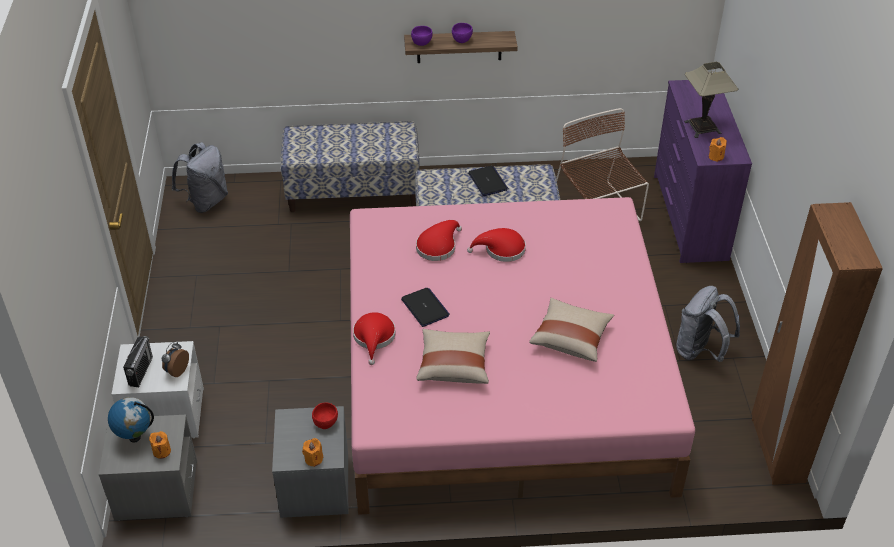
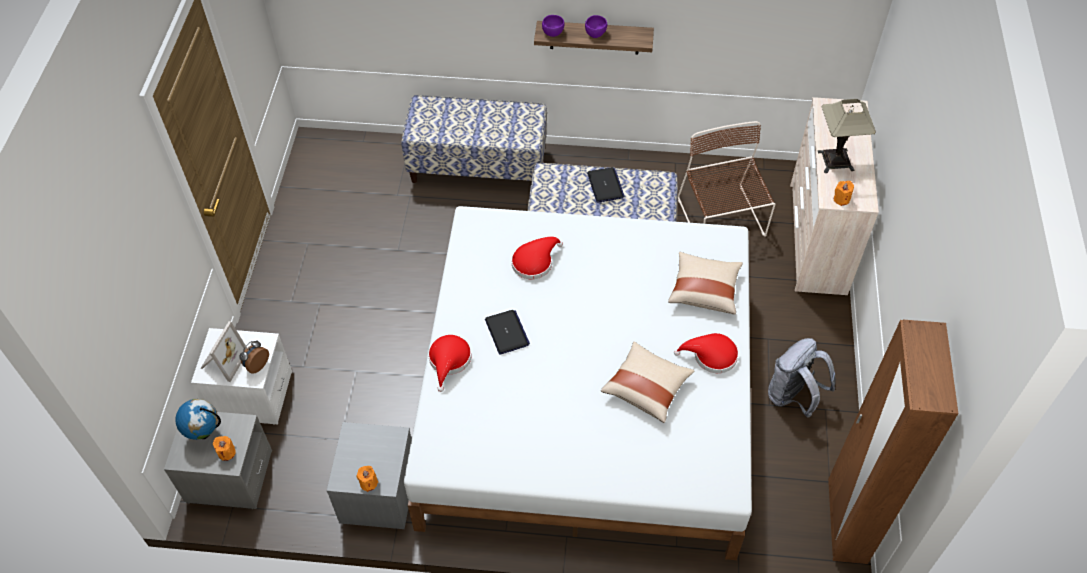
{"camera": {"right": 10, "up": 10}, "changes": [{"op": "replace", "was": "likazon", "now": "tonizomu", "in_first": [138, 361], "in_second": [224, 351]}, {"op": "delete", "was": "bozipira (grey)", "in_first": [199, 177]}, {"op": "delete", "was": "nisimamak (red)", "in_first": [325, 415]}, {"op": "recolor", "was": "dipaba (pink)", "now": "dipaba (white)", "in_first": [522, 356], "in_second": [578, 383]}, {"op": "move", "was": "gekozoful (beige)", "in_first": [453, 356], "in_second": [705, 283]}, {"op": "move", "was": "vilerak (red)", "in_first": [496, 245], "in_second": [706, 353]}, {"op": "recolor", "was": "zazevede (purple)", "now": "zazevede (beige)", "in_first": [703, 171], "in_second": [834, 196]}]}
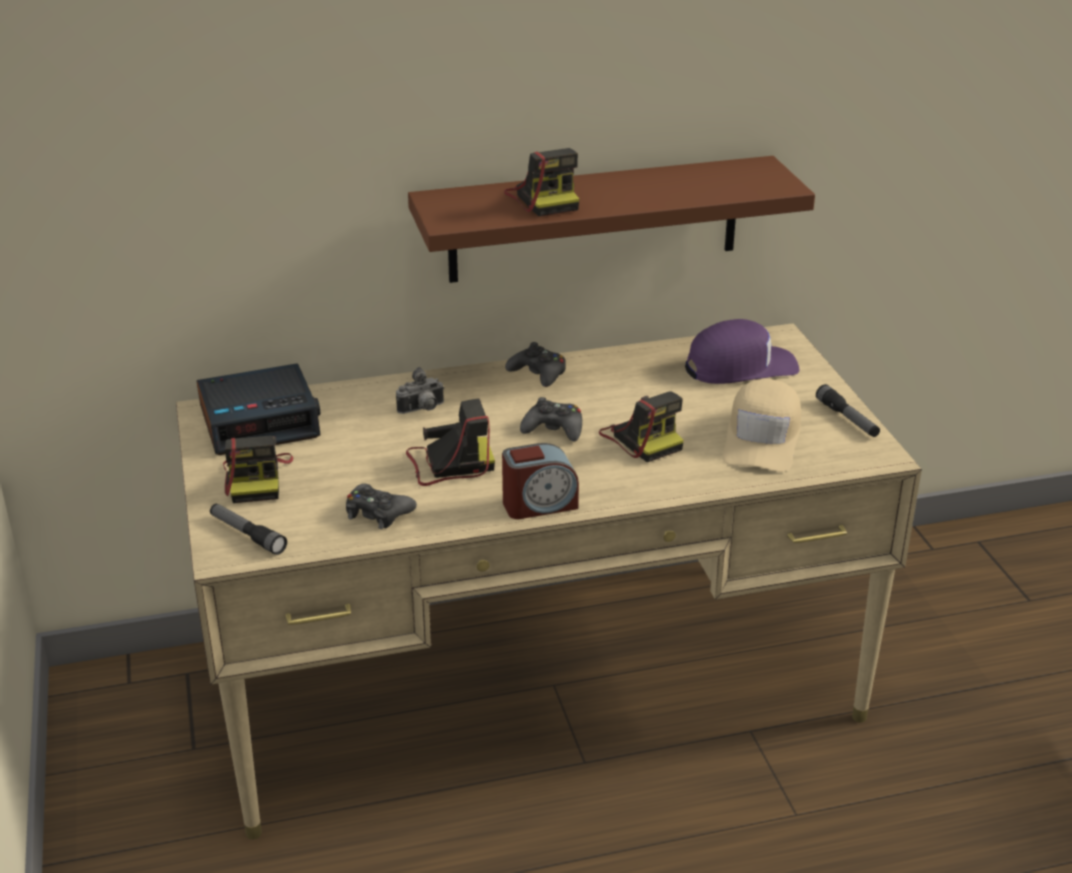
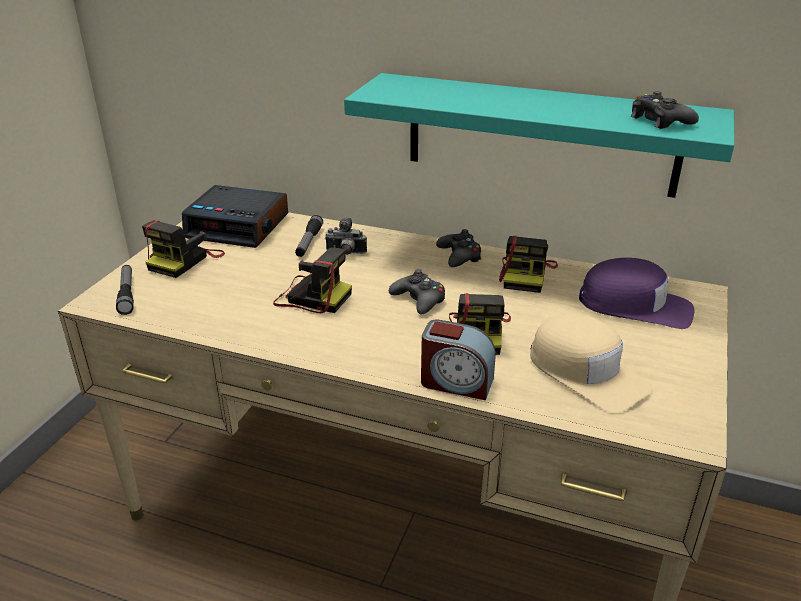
{"camera": {"right": 35, "up": 0}, "changes": [{"op": "move", "was": "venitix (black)", "in_first": [381, 506], "in_second": [665, 110]}, {"op": "recolor", "was": "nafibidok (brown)", "now": "nafibidok (turquoise)", "in_first": [611, 219], "in_second": [539, 135]}, {"op": "move", "was": "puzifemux", "in_first": [540, 481], "in_second": [458, 359]}, {"op": "move", "was": "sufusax", "in_first": [541, 182], "in_second": [528, 264]}, {"op": "rotate", "was": "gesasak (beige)", "in_first": [762, 425], "in_second": [591, 363], "clockwise": -90}, {"op": "move", "was": "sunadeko", "in_first": [848, 410], "in_second": [309, 236]}]}
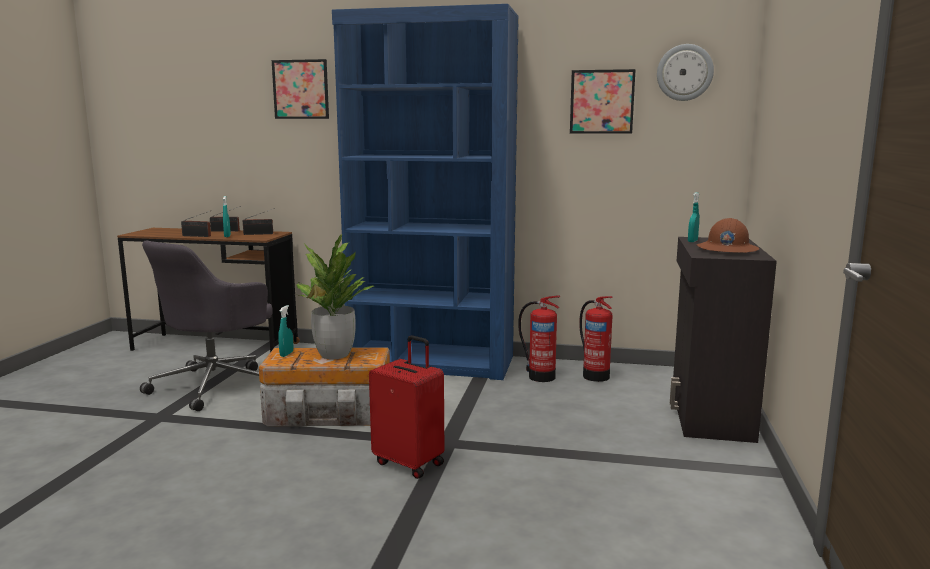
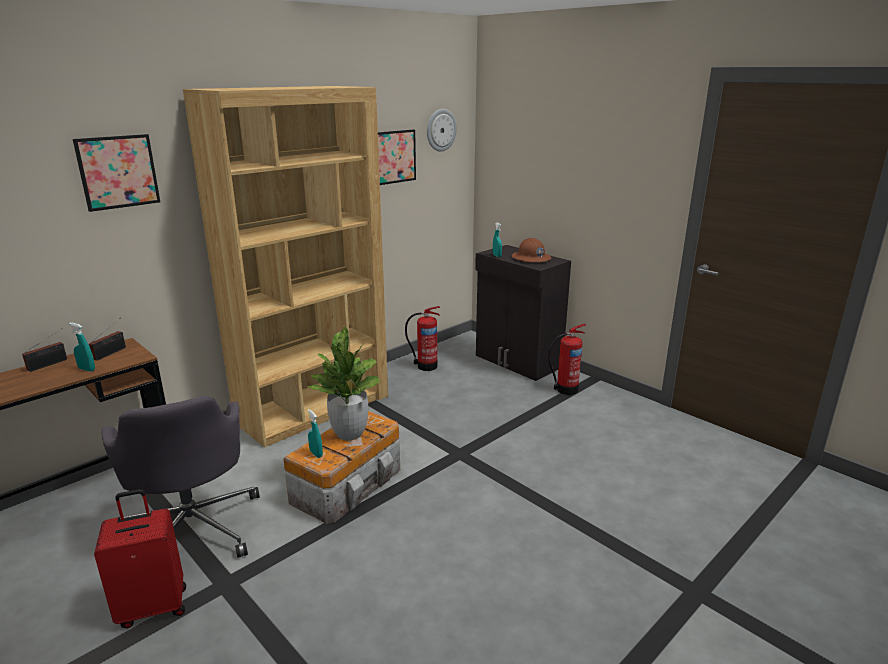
{"camera": {"right": -55, "up": 10}, "changes": [{"op": "delete", "was": "likazon", "in_first": [196, 224]}, {"op": "recolor", "was": "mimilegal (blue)", "now": "mimilegal (brown)", "in_first": [425, 192], "in_second": [285, 267]}, {"op": "move", "was": "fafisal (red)", "in_first": [406, 407], "in_second": [140, 558]}, {"op": "move", "was": "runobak", "in_first": [539, 338], "in_second": [567, 359]}]}
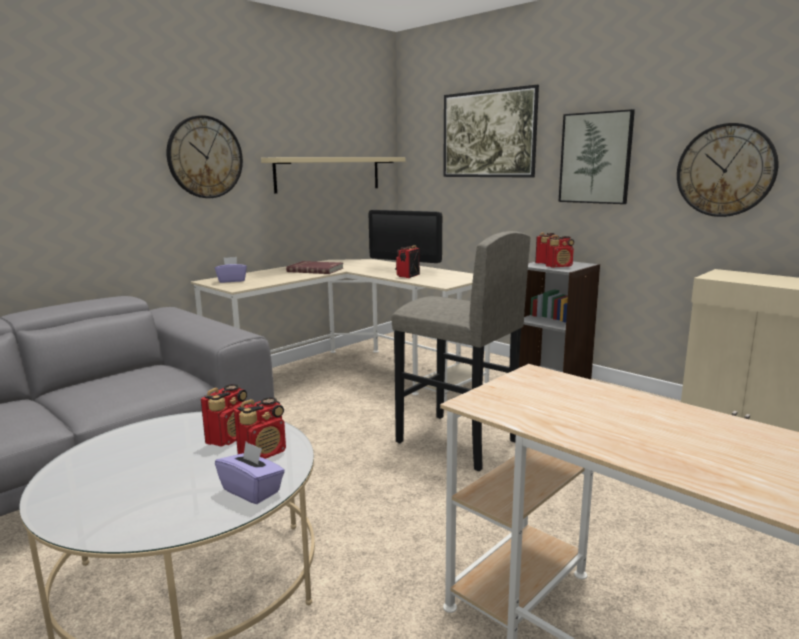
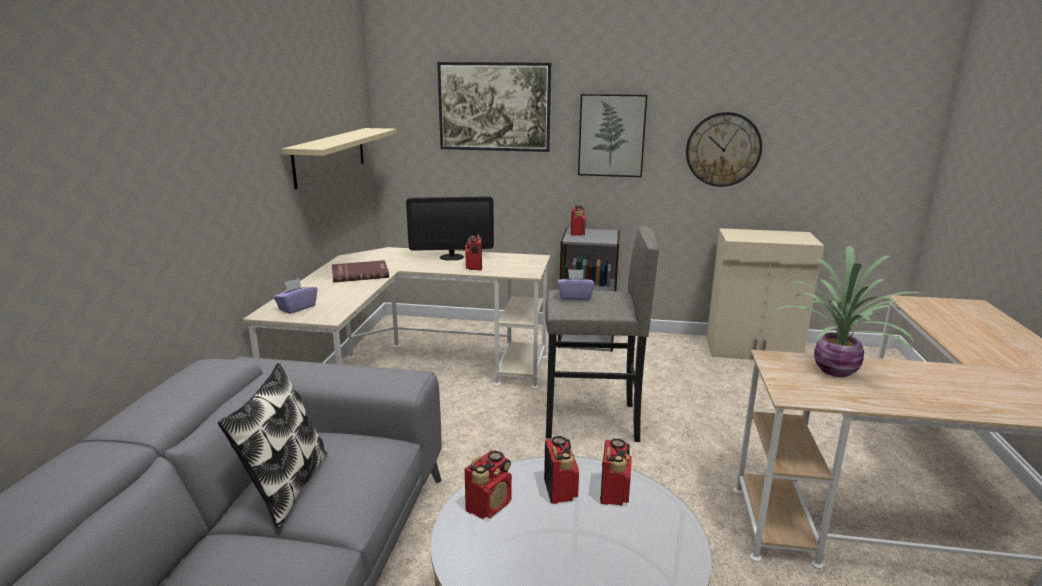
{"camera": {"right": -35, "up": 5}, "changes": [{"op": "delete", "was": "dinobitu", "in_first": [205, 156]}, {"op": "move", "was": "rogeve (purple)", "in_first": [250, 473], "in_second": [576, 284]}, {"op": "move", "was": "likazon", "in_first": [560, 251], "in_second": [488, 484]}, {"op": "insert", "now": "gekozoful", "in_second": [273, 445]}, {"op": "insert", "now": "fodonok", "in_second": [845, 311]}]}
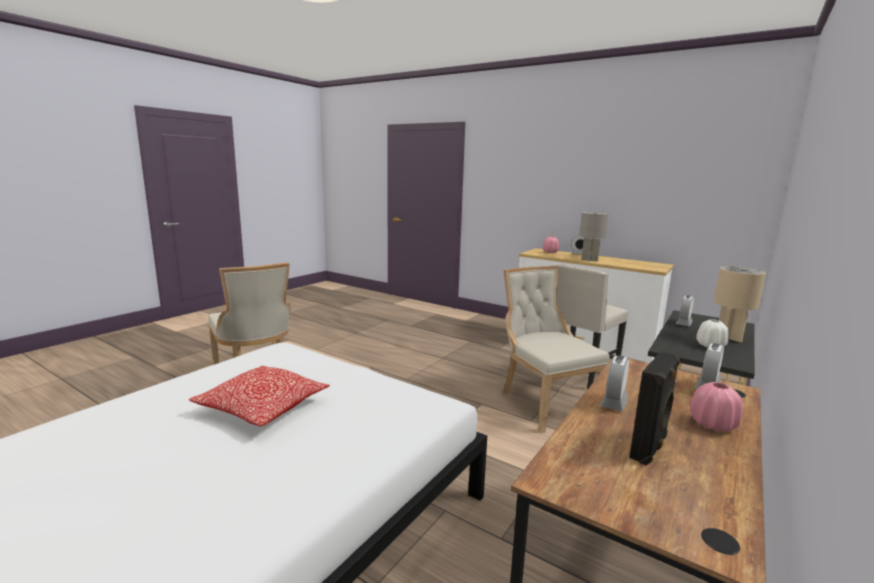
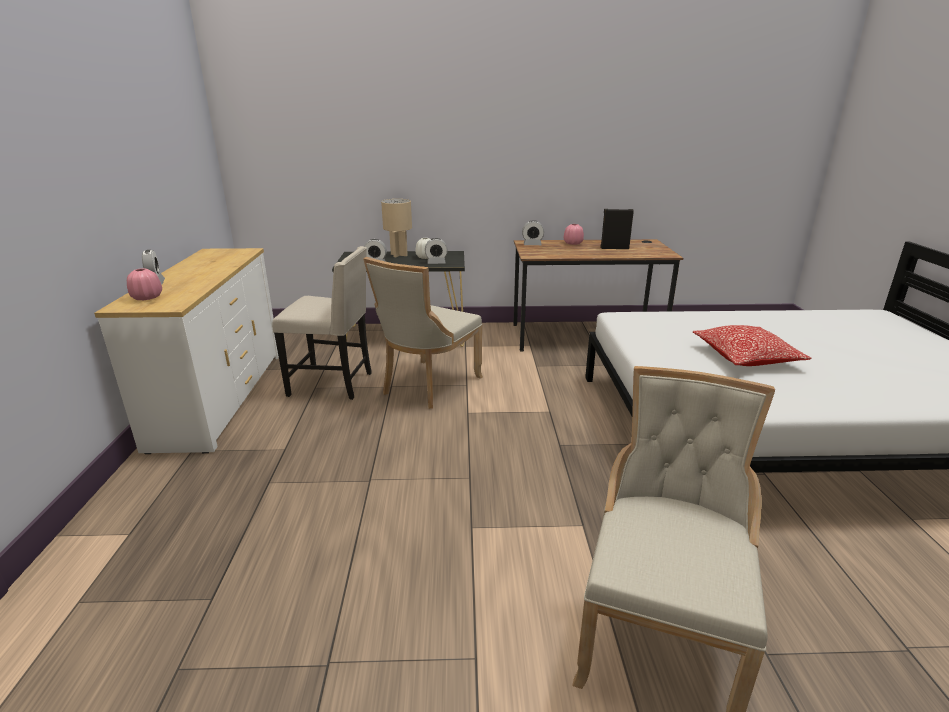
{"camera": {"right": -125, "up": 10}, "changes": [{"op": "delete", "was": "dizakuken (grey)", "in_first": [594, 237]}, {"op": "move", "was": "puzifemux", "in_first": [614, 383], "in_second": [436, 251]}]}
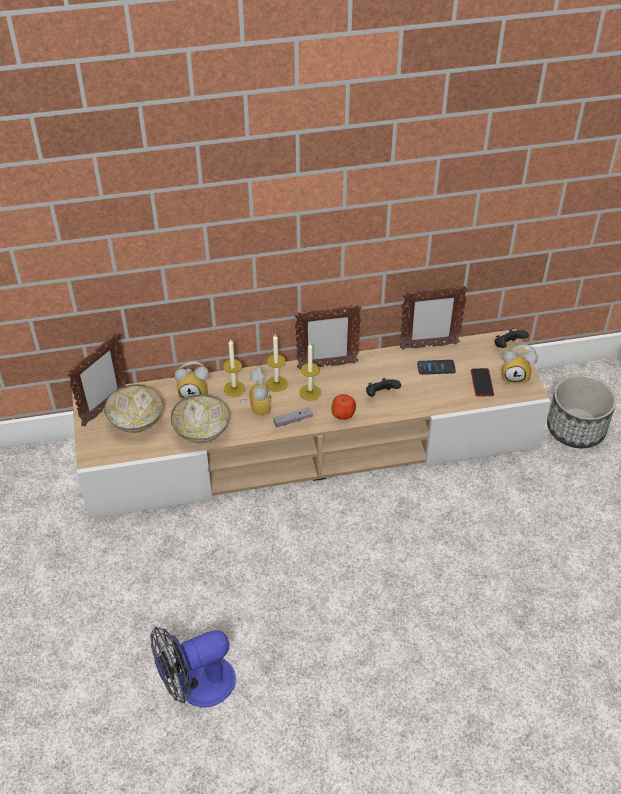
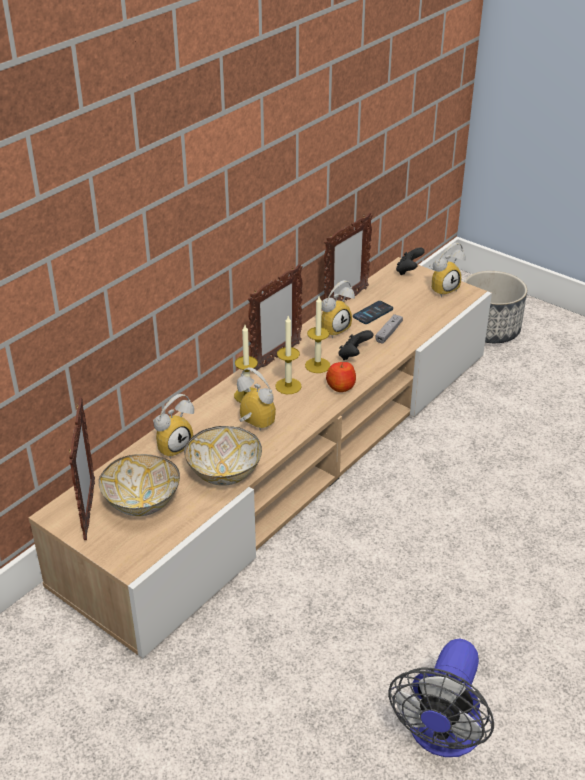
{"camera": {"right": -40, "up": -10}, "changes": [{"op": "move", "was": "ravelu", "in_first": [234, 368], "in_second": [317, 334]}, {"op": "move", "was": "venitix (grey)", "in_first": [293, 417], "in_second": [389, 328]}, {"op": "delete", "was": "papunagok", "in_first": [482, 382]}, {"op": "insert", "now": "puzifemux", "in_second": [338, 309]}]}
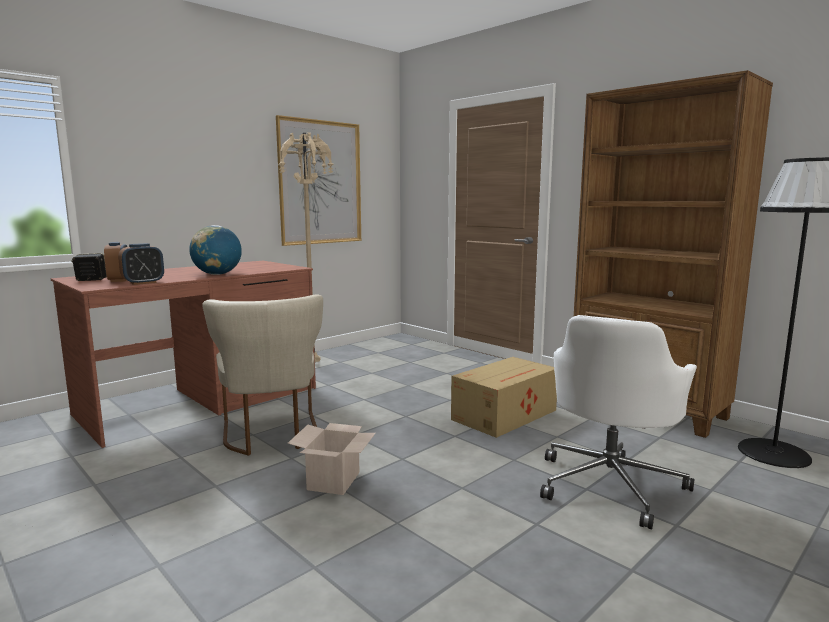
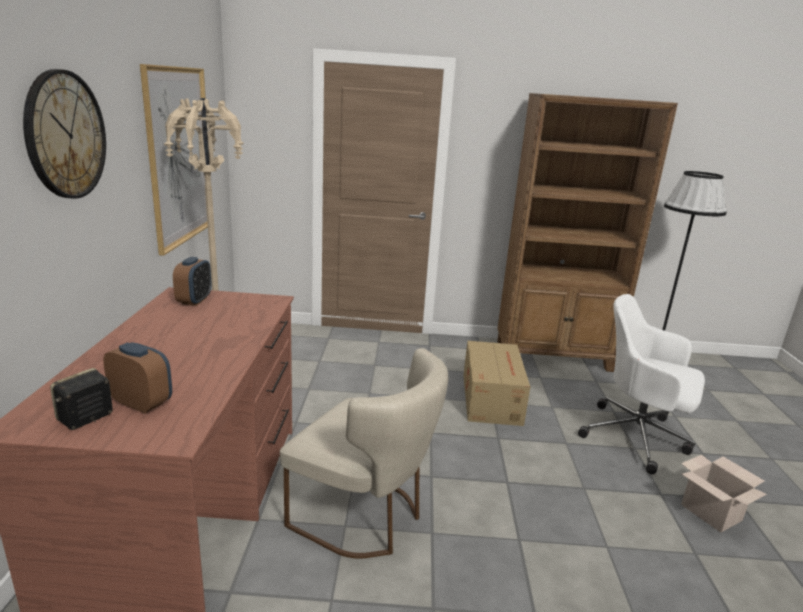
{"camera": {"right": -45, "up": 10}, "changes": [{"op": "move", "was": "puzifemux", "in_first": [141, 264], "in_second": [192, 281]}, {"op": "delete", "was": "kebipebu", "in_first": [215, 250]}, {"op": "move", "was": "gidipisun", "in_first": [332, 459], "in_second": [724, 494]}, {"op": "rotate", "was": "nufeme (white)", "in_first": [618, 422], "in_second": [641, 384], "clockwise": 135}, {"op": "insert", "now": "dinobitu", "in_second": [64, 133]}]}
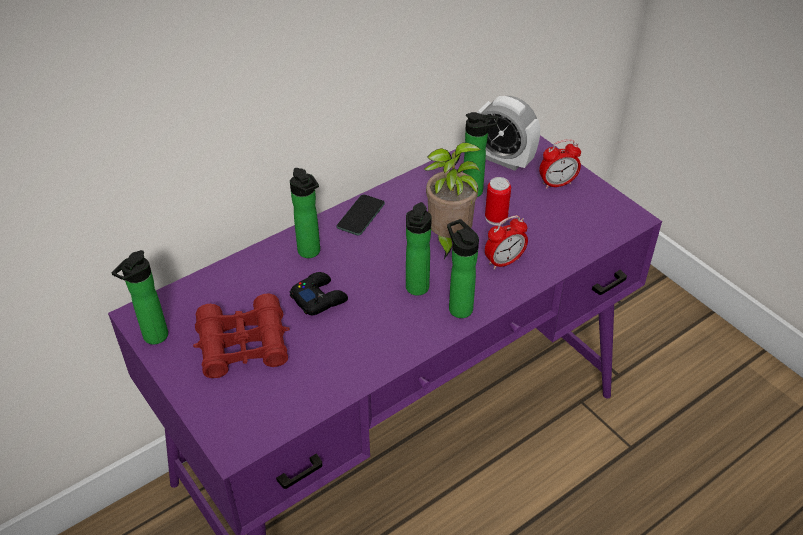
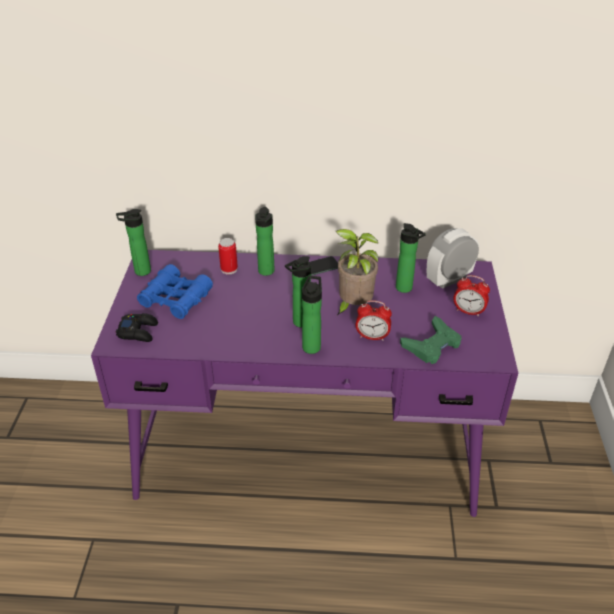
{"camera": {"right": 40, "up": -5}, "changes": [{"op": "recolor", "was": "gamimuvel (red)", "now": "gamimuvel (blue)", "in_first": [241, 336], "in_second": [175, 291]}, {"op": "move", "was": "venitix (black)", "in_first": [318, 293], "in_second": [137, 327]}, {"op": "rotate", "was": "puzifemux", "in_first": [508, 133], "in_second": [453, 258], "clockwise": 75}, {"op": "move", "was": "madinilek", "in_first": [498, 201], "in_second": [228, 256]}, {"op": "insert", "now": "venitix (green)", "in_second": [431, 340]}]}
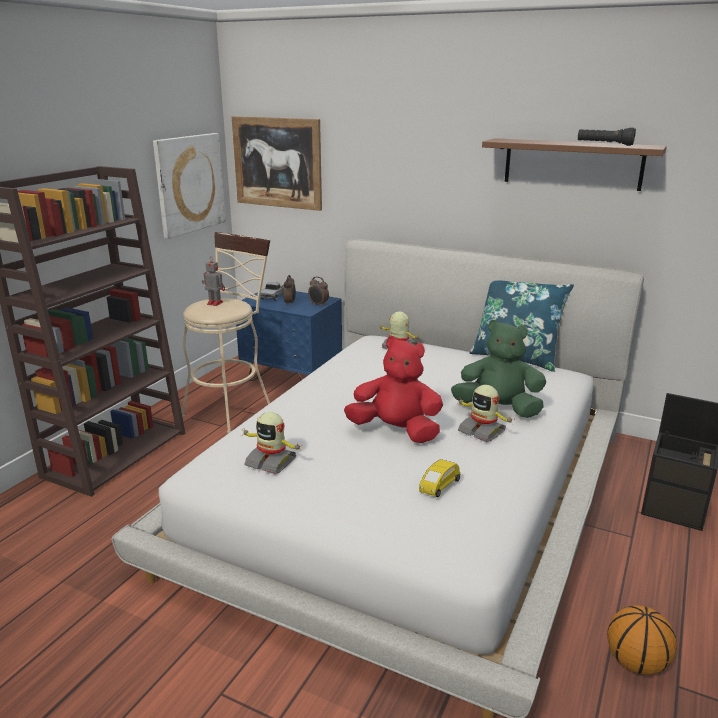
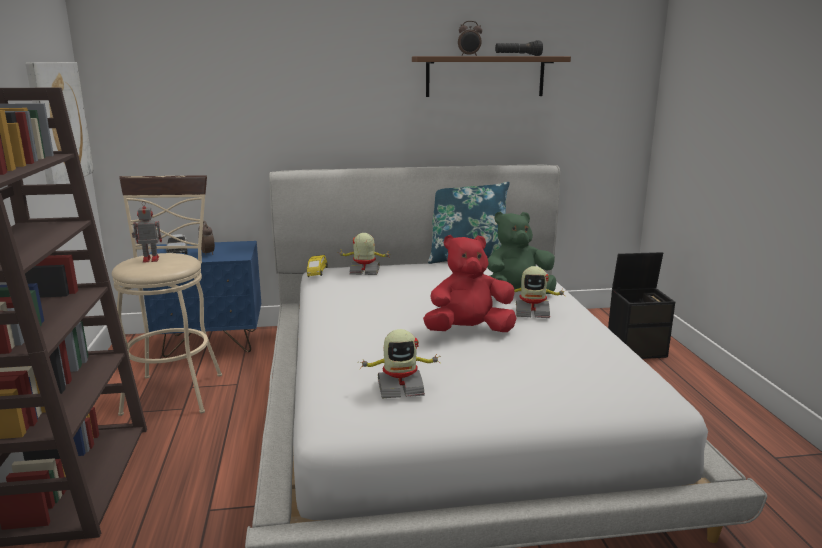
{"camera": {"right": -35, "up": -5}, "changes": [{"op": "delete", "was": "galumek", "in_first": [277, 163]}, {"op": "move", "was": "puzifemux", "in_first": [318, 291], "in_second": [470, 38]}, {"op": "move", "was": "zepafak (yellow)", "in_first": [439, 478], "in_second": [317, 266]}, {"op": "delete", "was": "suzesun", "in_first": [642, 640]}]}
